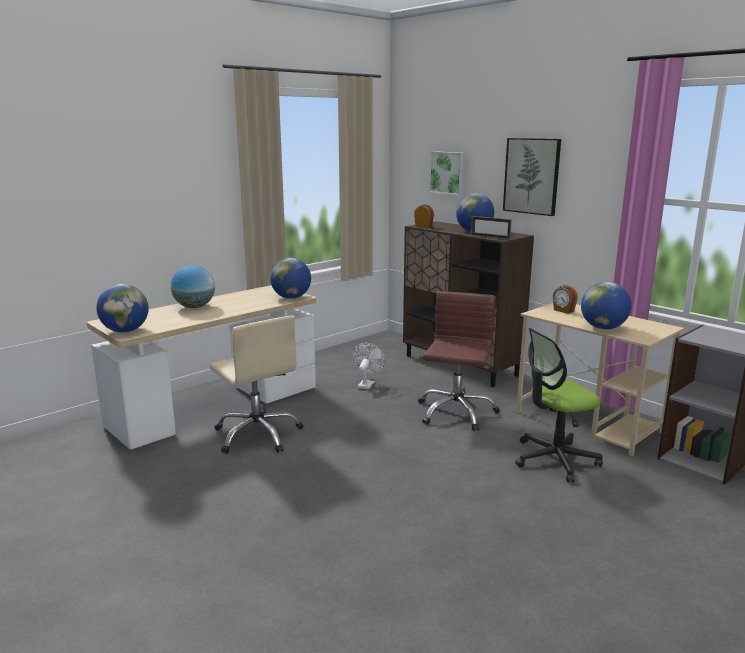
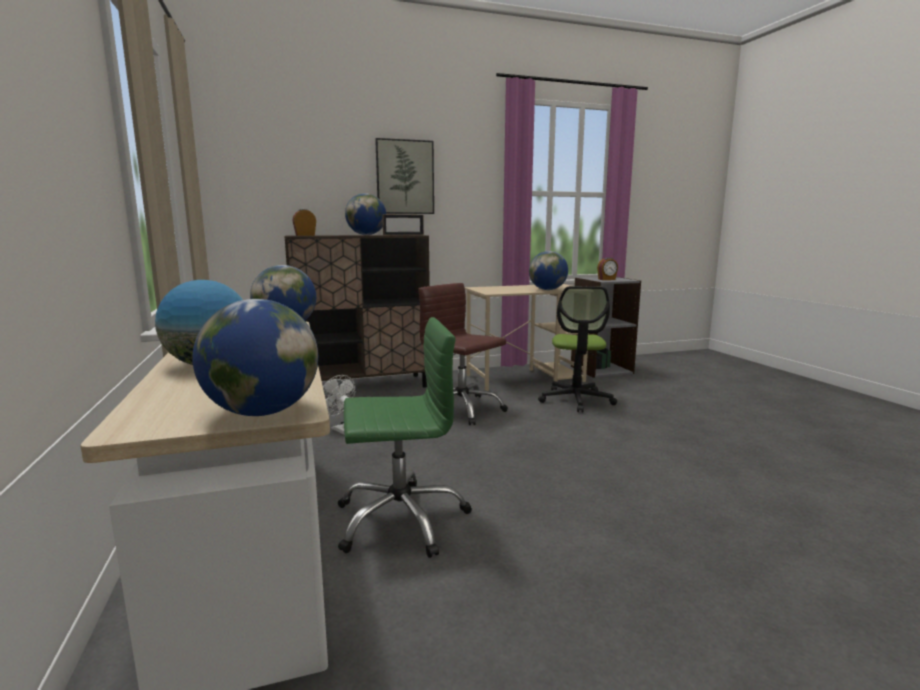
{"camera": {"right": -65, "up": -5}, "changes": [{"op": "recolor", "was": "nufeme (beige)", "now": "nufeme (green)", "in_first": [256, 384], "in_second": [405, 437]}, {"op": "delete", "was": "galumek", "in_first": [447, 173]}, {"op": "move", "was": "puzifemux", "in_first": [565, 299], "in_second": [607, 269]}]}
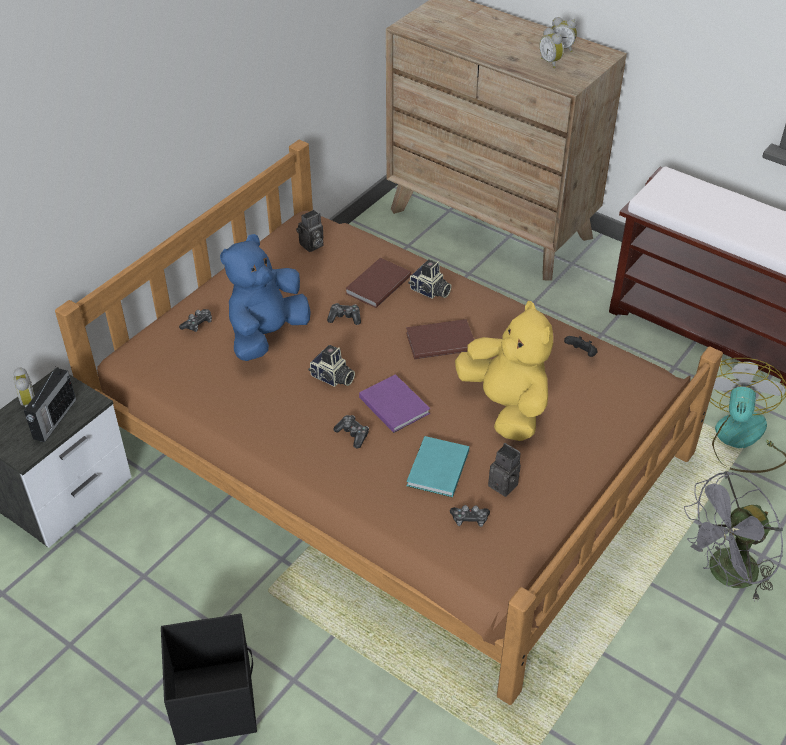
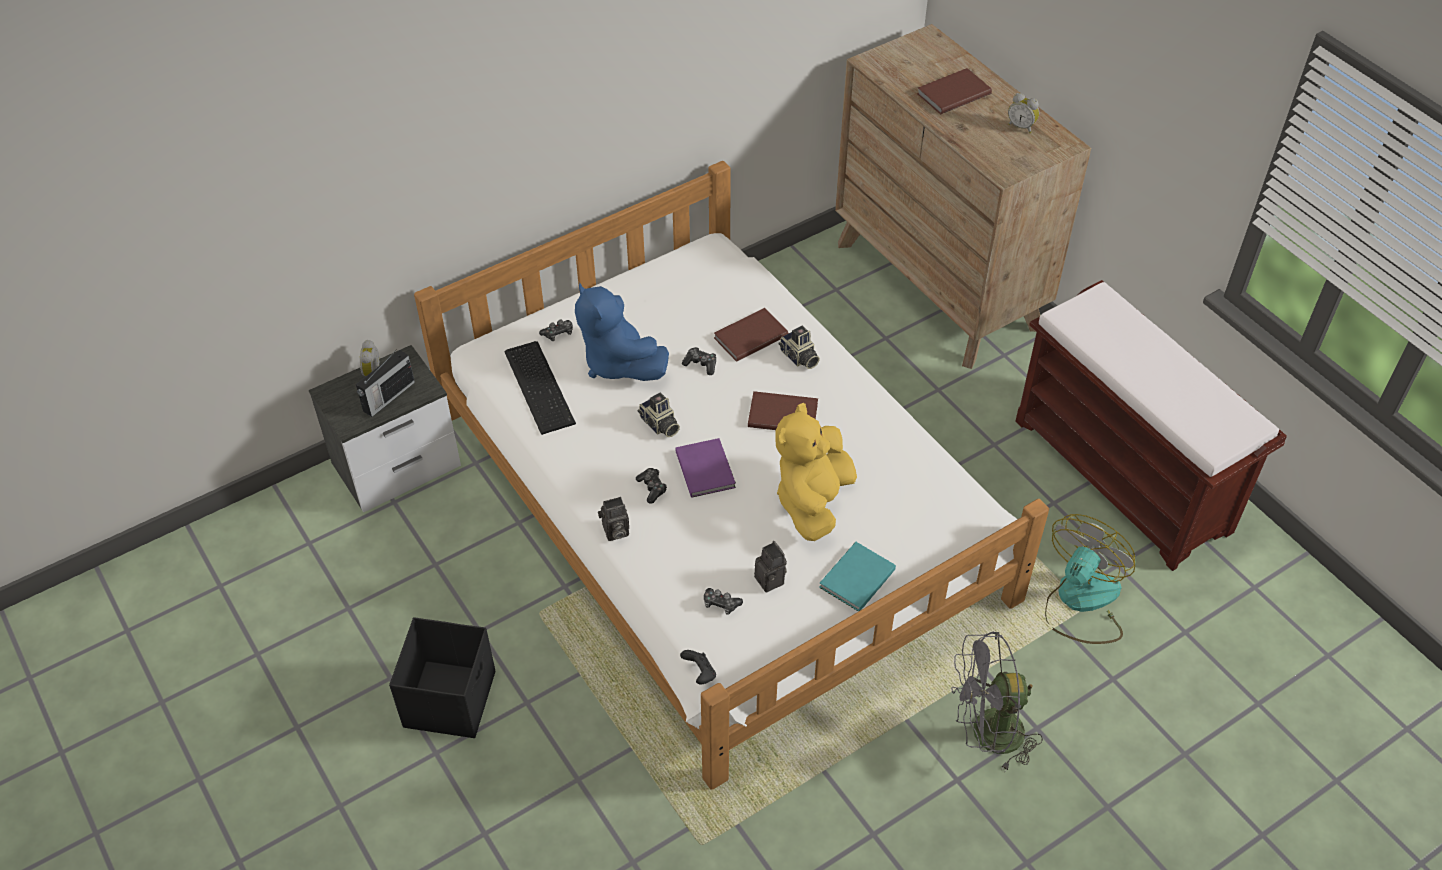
{"camera": {"right": 20, "up": 5}, "changes": [{"op": "recolor", "was": "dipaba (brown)", "now": "dipaba (white)", "in_first": [389, 422], "in_second": [731, 475]}, {"op": "rotate", "was": "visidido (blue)", "in_first": [265, 297], "in_second": [622, 332], "clockwise": -90}, {"op": "move", "was": "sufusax", "in_first": [310, 231], "in_second": [613, 519]}, {"op": "move", "was": "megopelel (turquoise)", "in_first": [438, 467], "in_second": [857, 577]}, {"op": "rotate", "was": "visidido (yellow)", "in_first": [504, 371], "in_second": [816, 472], "clockwise": -150}, {"op": "delete", "was": "puzifemux", "in_first": [551, 47]}, {"op": "move", "was": "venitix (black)", "in_first": [581, 346], "in_second": [698, 667]}, {"op": "insert", "now": "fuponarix", "in_second": [540, 388]}, {"op": "insert", "now": "megopelel (brown)", "in_second": [954, 91]}]}
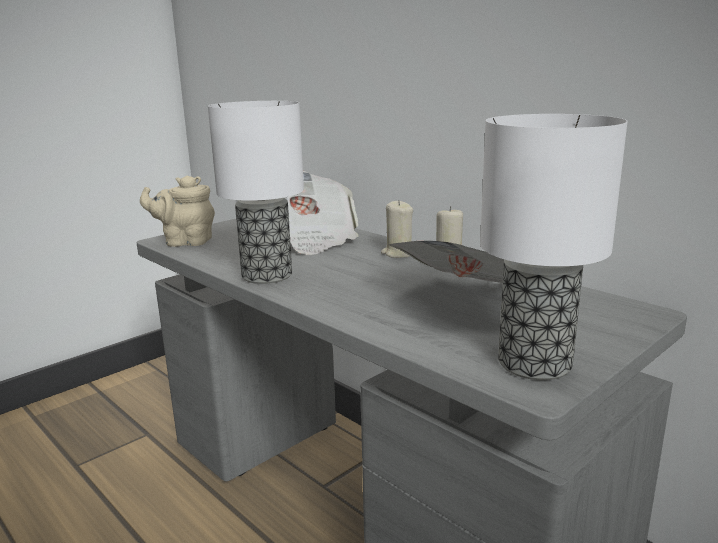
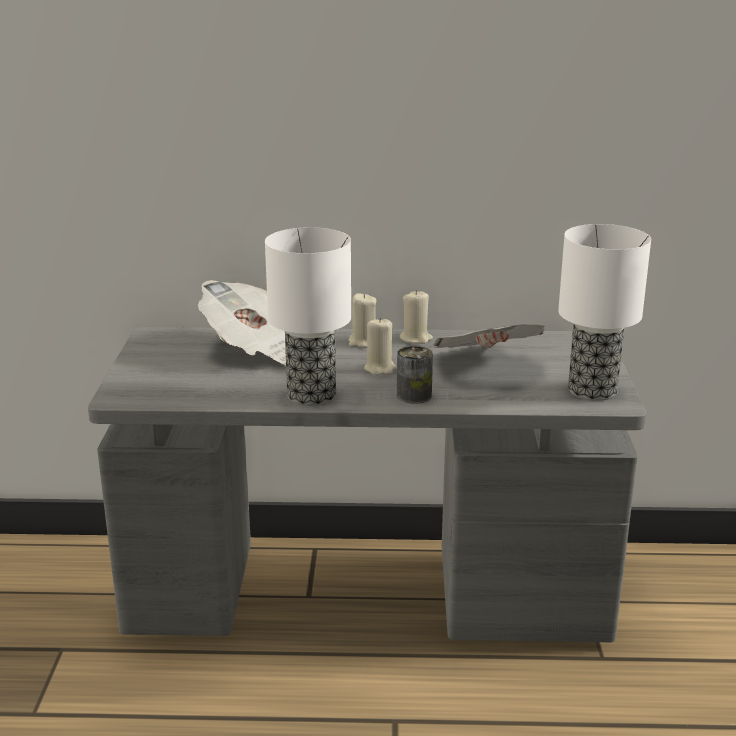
{"camera": {"right": -45, "up": 5}, "changes": [{"op": "delete", "was": "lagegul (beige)", "in_first": [177, 211]}, {"op": "insert", "now": "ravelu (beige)", "in_second": [380, 346]}, {"op": "insert", "now": "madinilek", "in_second": [415, 375]}]}
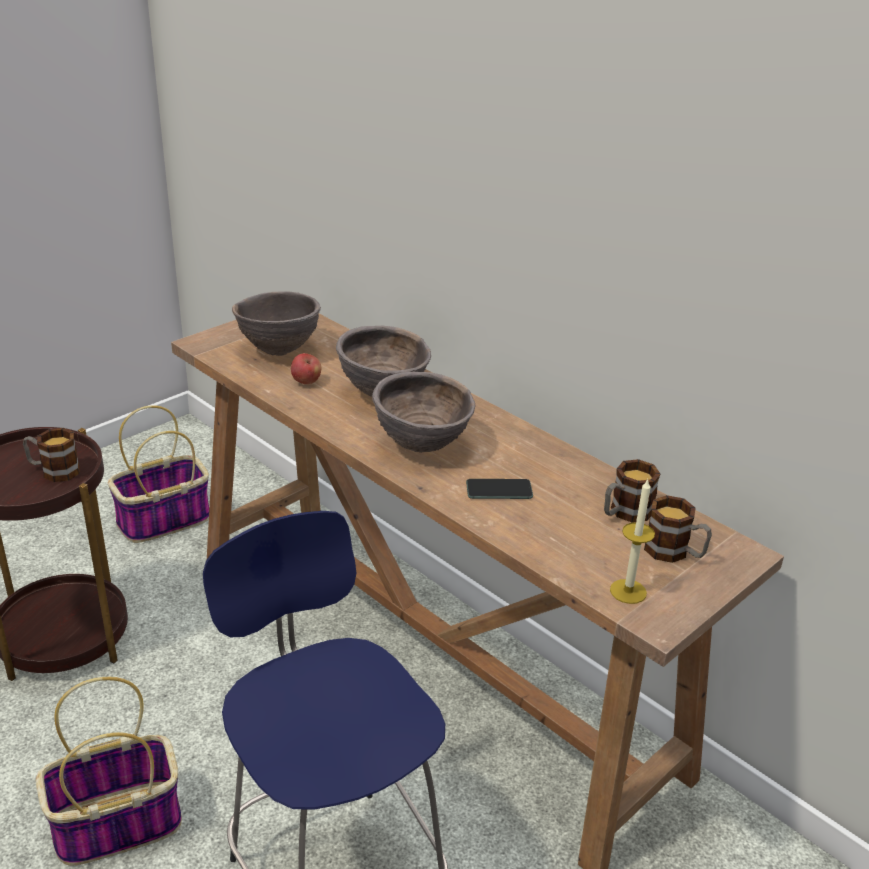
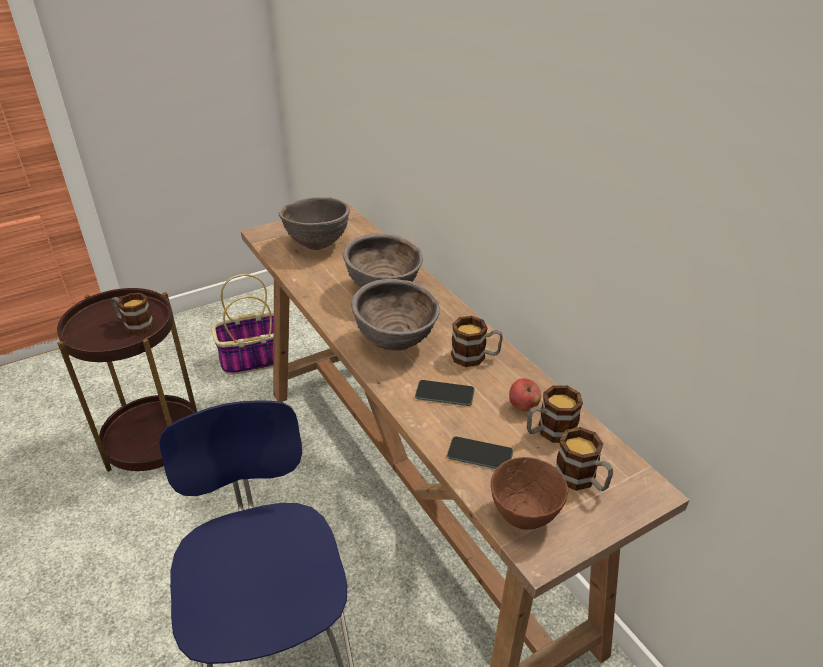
{"camera": {"right": 15, "up": 5}, "changes": [{"op": "delete", "was": "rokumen", "in_first": [109, 771]}, {"op": "move", "was": "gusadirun", "in_first": [306, 368], "in_second": [525, 394]}, {"op": "replace", "was": "ravelu", "now": "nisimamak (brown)", "in_first": [632, 542], "in_second": [529, 493]}, {"op": "insert", "now": "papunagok", "in_second": [480, 453]}, {"op": "insert", "now": "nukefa", "in_second": [477, 341]}]}
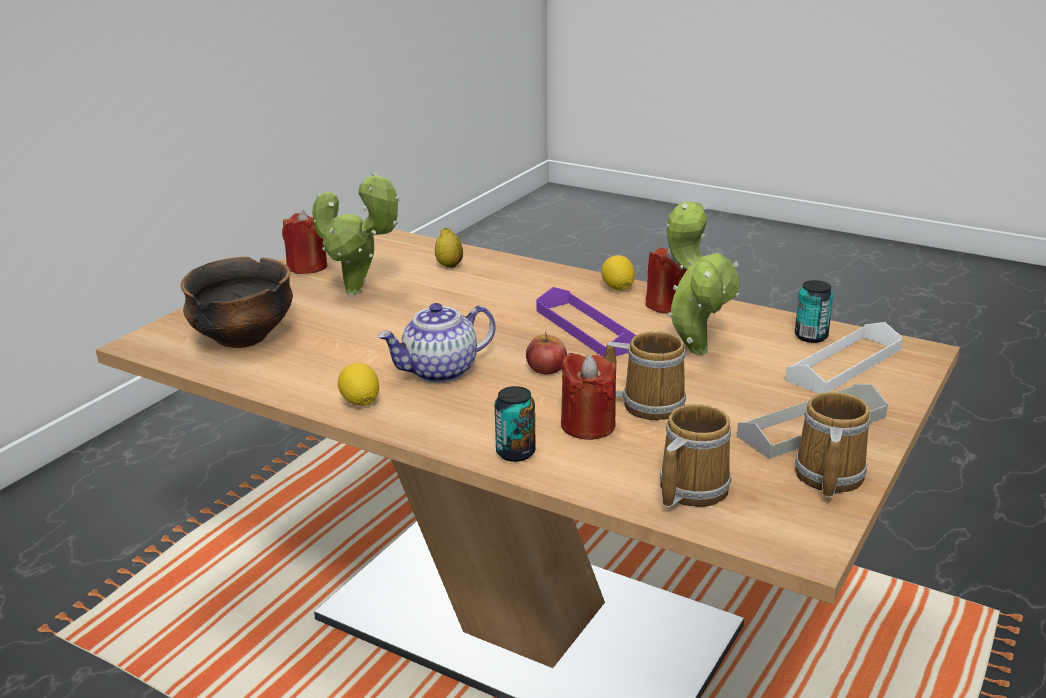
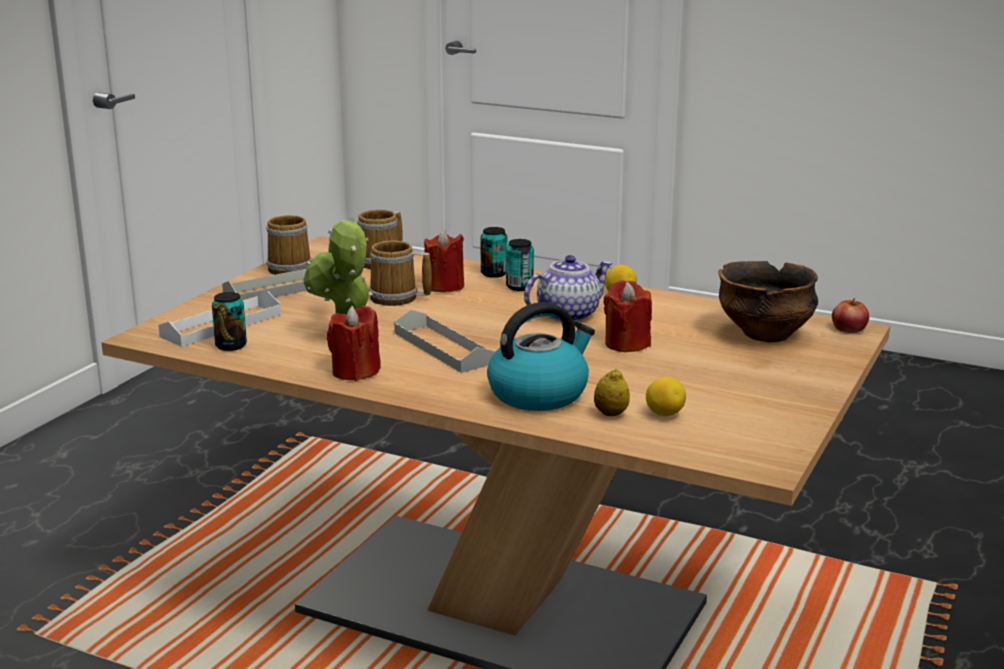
{"camera": {"right": 175, "up": -5}, "changes": [{"op": "move", "was": "ravelu (red)", "in_first": [304, 242], "in_second": [628, 316]}, {"op": "delete", "was": "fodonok", "in_first": [356, 233]}, {"op": "move", "was": "gusadirun", "in_first": [546, 352], "in_second": [850, 315]}, {"op": "recolor", "was": "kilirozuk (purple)", "now": "kilirozuk (grey)", "in_first": [586, 322], "in_second": [444, 341]}, {"op": "move", "was": "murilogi", "in_first": [618, 272], "in_second": [666, 396]}, {"op": "insert", "now": "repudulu", "in_second": [541, 356]}, {"op": "insert", "now": "madinilek", "in_second": [520, 265]}]}
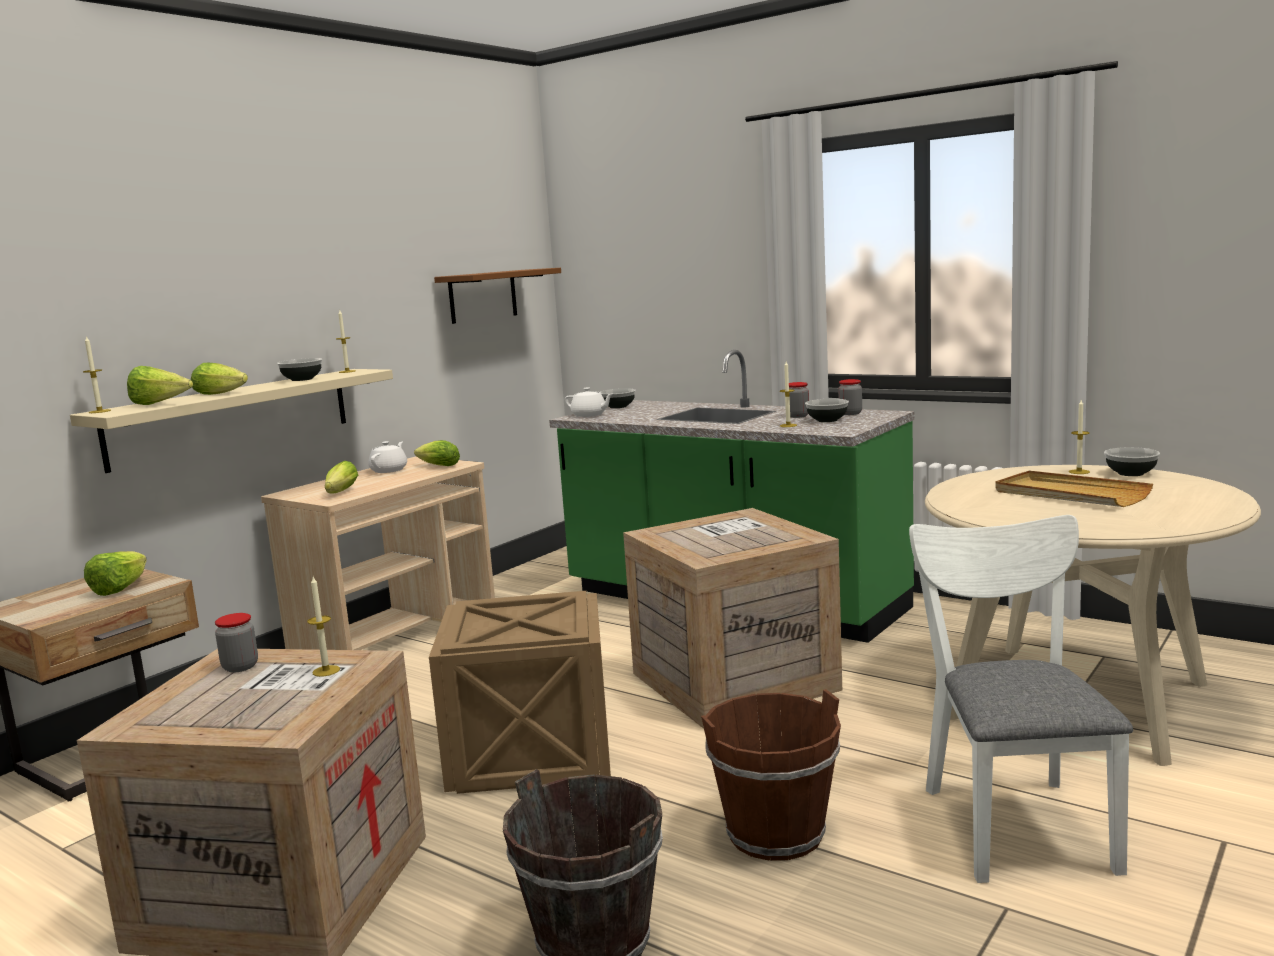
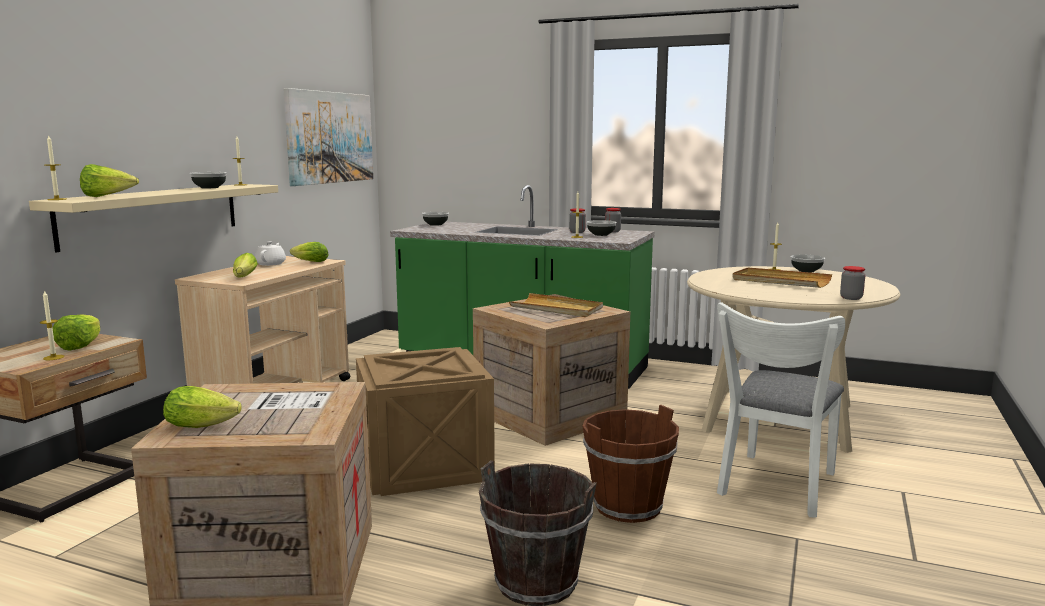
{"camera": {"right": -15, "up": 0}, "changes": [{"op": "move", "was": "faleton", "in_first": [219, 379], "in_second": [202, 407]}, {"op": "move", "was": "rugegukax", "in_first": [236, 642], "in_second": [852, 283]}, {"op": "move", "was": "ravelu", "in_first": [323, 627], "in_second": [52, 325]}, {"op": "replace", "was": "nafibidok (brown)", "now": "galumek", "in_first": [497, 296], "in_second": [328, 137]}, {"op": "delete", "was": "lagegul (white)", "in_first": [589, 402]}, {"op": "rotate", "was": "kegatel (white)", "in_first": [1021, 699], "in_second": [781, 410], "clockwise": -135}, {"op": "insert", "now": "kilirozuk (beige)", "in_second": [556, 305]}]}
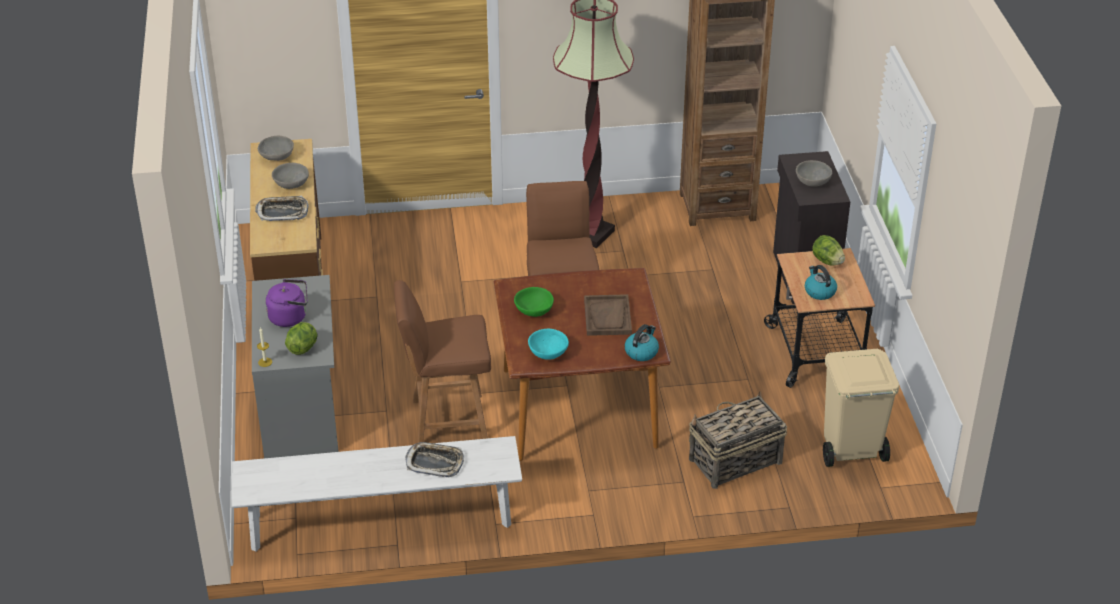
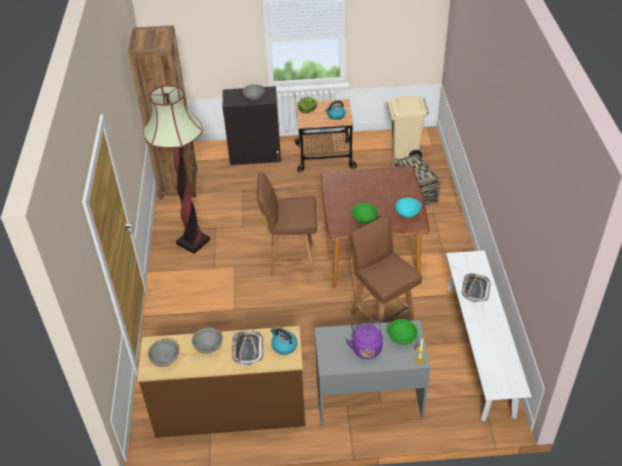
{"camera": {"right": -85, "up": 5}, "changes": [{"op": "replace", "was": "faleton", "now": "nisimamak (green)", "in_first": [301, 338], "in_second": [402, 332]}, {"op": "rotate", "was": "kegatel (brown)", "in_first": [442, 361], "in_second": [385, 269], "clockwise": 150}, {"op": "delete", "was": "kilirozuk (brown)", "in_first": [608, 315]}, {"op": "move", "was": "repudulu", "in_first": [642, 342], "in_second": [283, 341]}]}
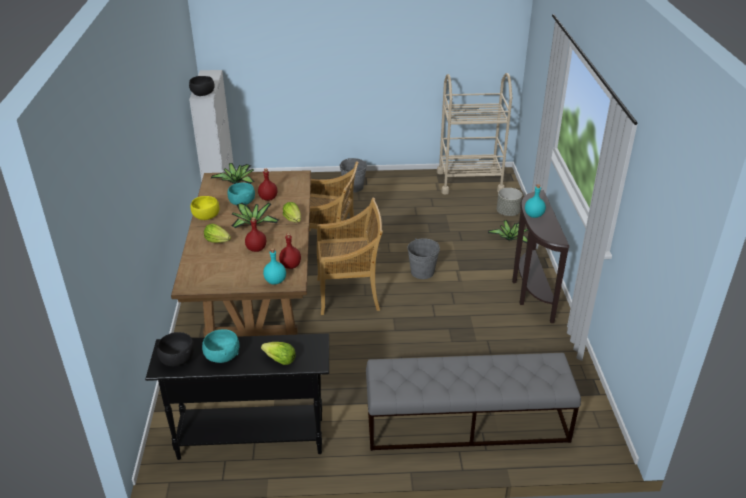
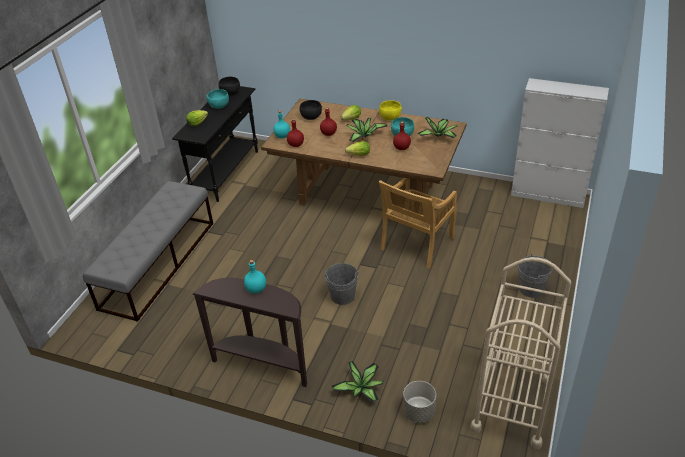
{"camera": {"right": 115, "up": 5}, "changes": [{"op": "move", "was": "nisimamak (black)", "in_first": [201, 86], "in_second": [311, 110]}, {"op": "delete", "was": "kegatel (beige)", "in_first": [350, 256]}]}
